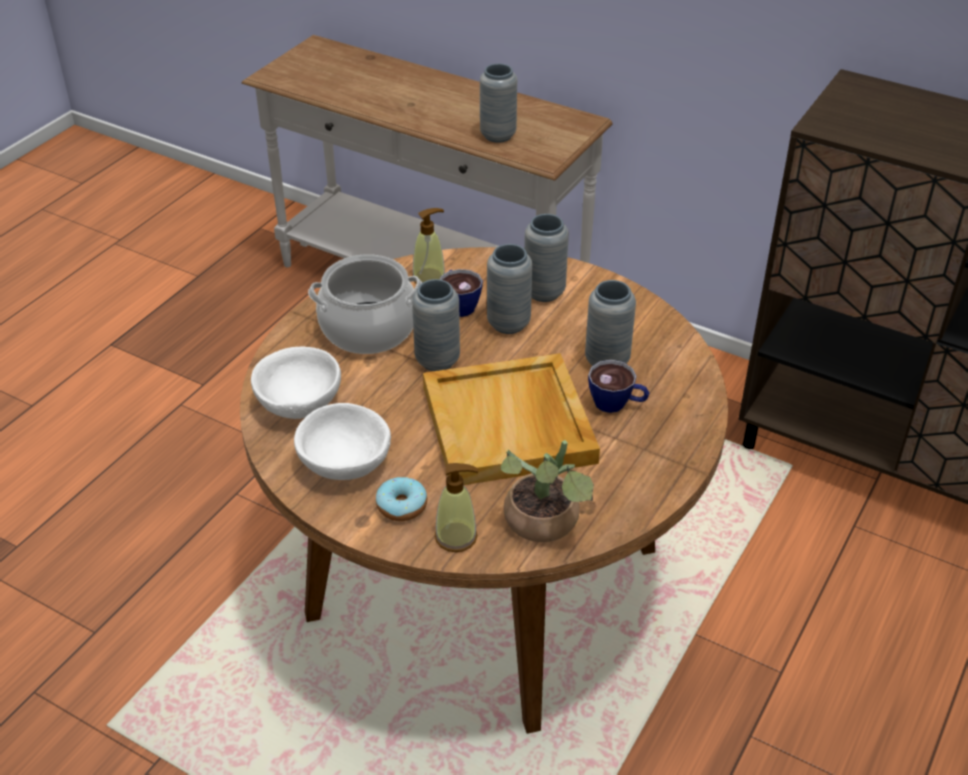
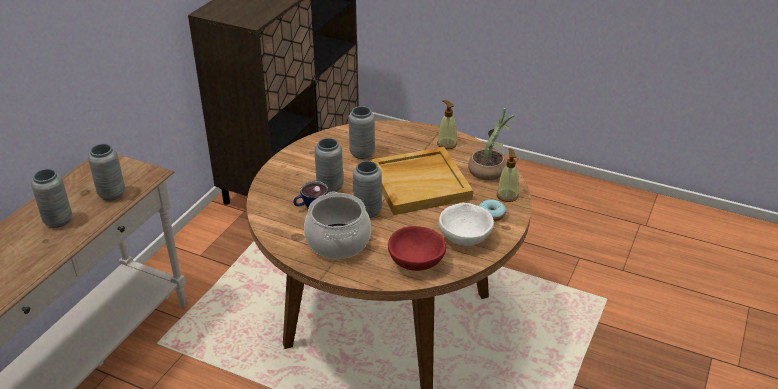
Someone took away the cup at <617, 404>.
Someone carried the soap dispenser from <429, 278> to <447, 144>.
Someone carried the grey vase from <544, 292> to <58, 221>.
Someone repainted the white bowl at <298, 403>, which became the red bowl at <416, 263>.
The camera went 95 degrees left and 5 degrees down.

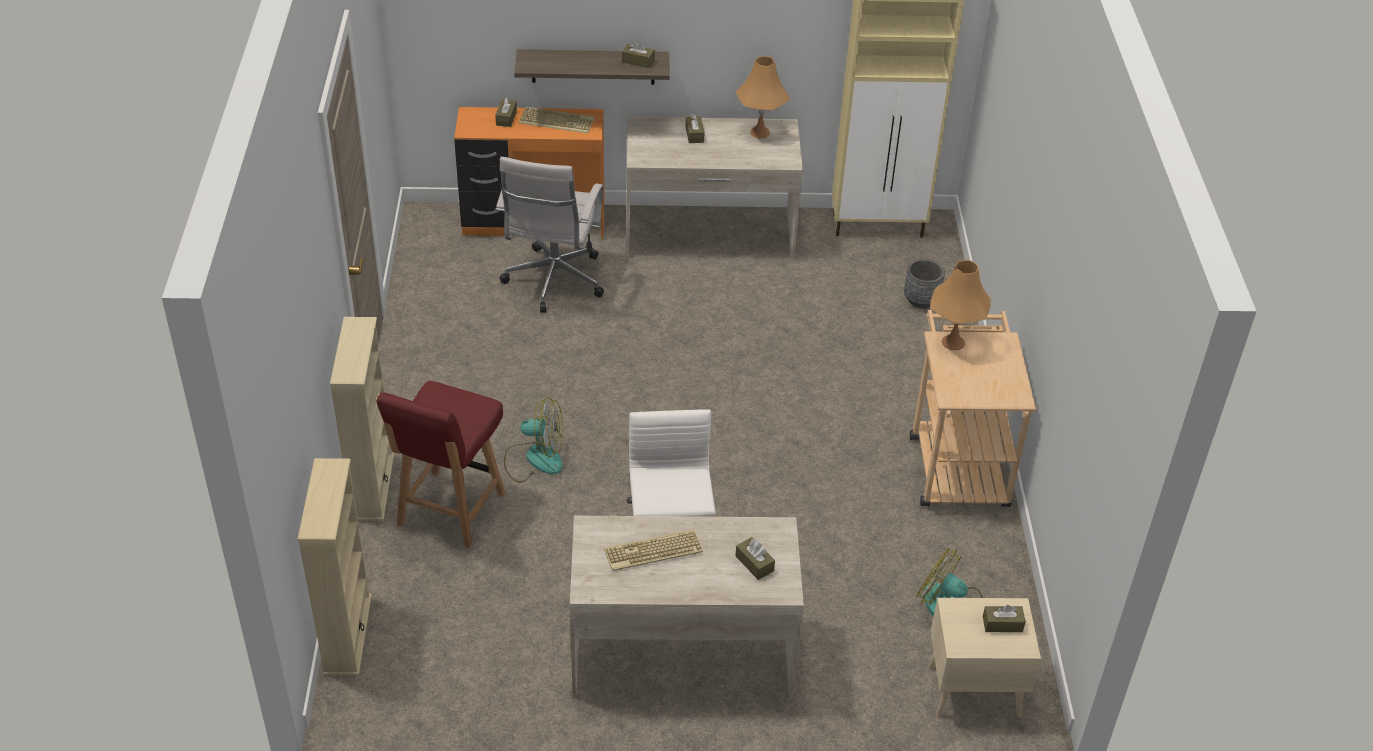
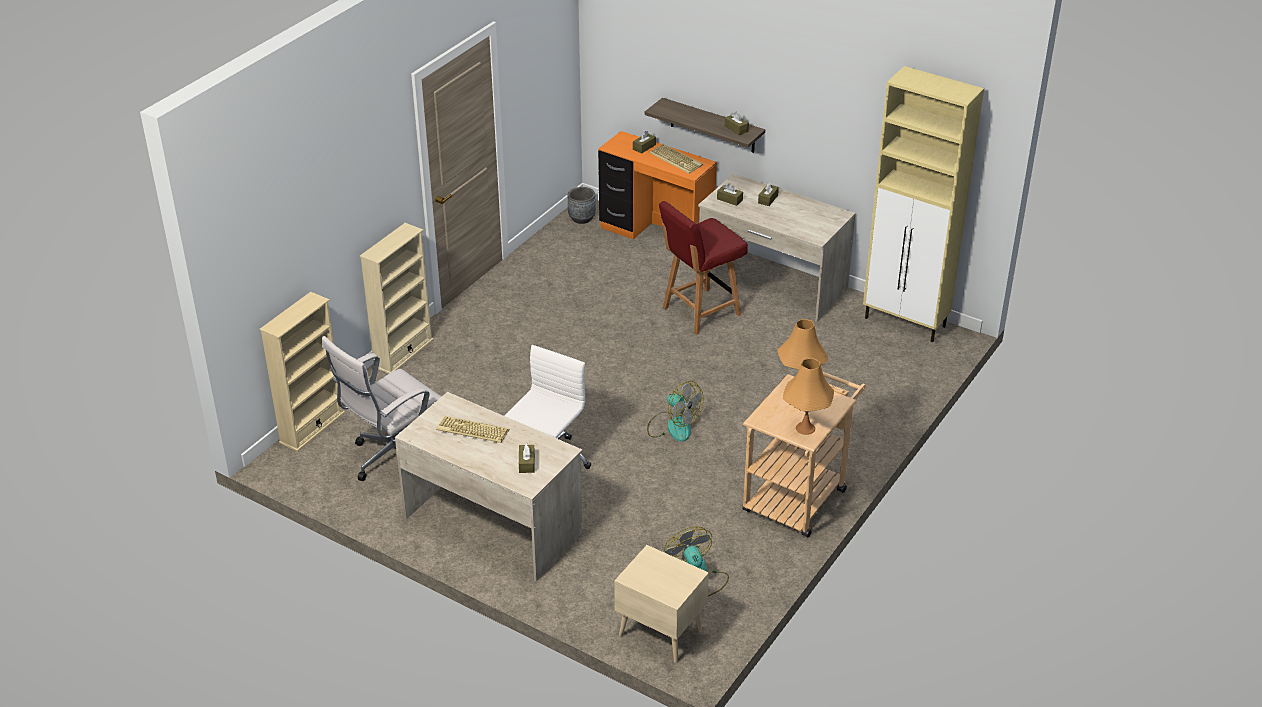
Someone carried the red upright chair from <449, 511> to <700, 312>.
Someone carried the white computer chair from <553, 283> to <393, 460>.
Someone carried the fan from <534, 459> to <673, 426>.
Someone carried the orange lamp for a table from <759, 132> to <805, 428>.
Someone carried the grey planter from <921, 300> to <582, 218>.
Someone carried the brownish tissue box from <1002, 624> to <729, 199>.
The camera went 35 degrees right and 5 degrees down.

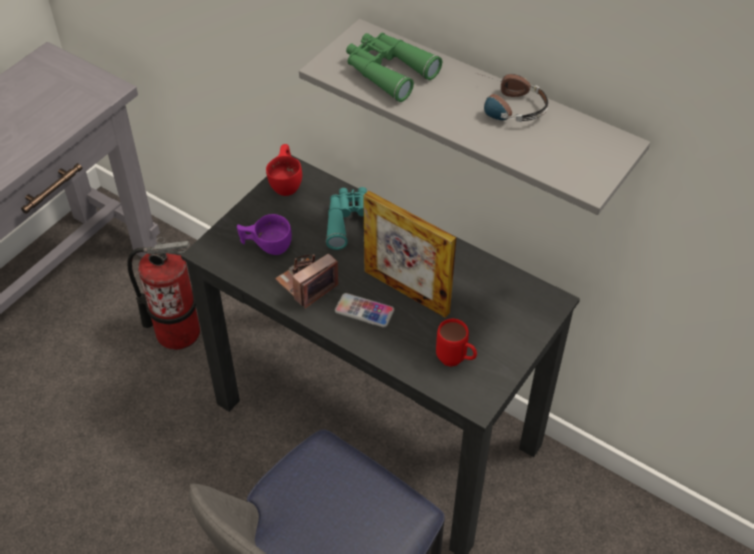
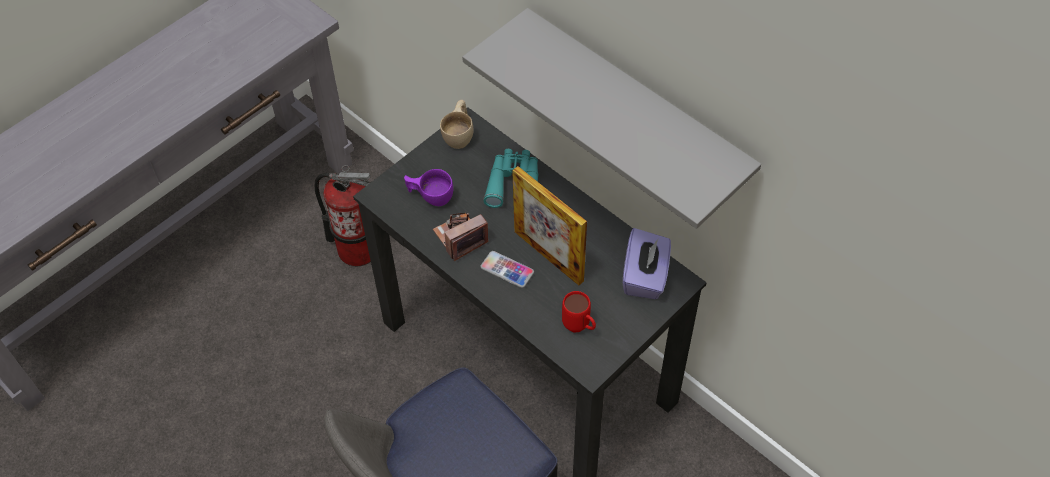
Someone took away the green-coloured pair of binoculars at <388, 71>.
Someone took away the headphones at <505, 106>.
Someone put down the purplish tissue box at <645, 276>.
Someone repainted the red cup at <287, 182>, which became the beige-coloured cup at <460, 134>.
The camera went 10 degrees right and 5 degrees up.

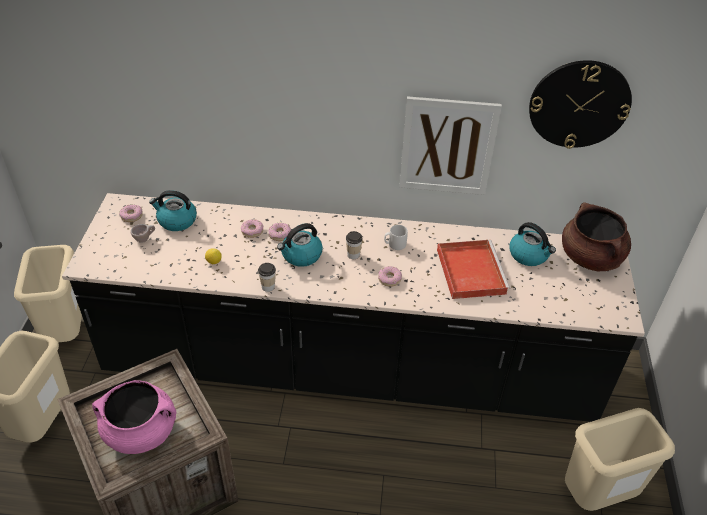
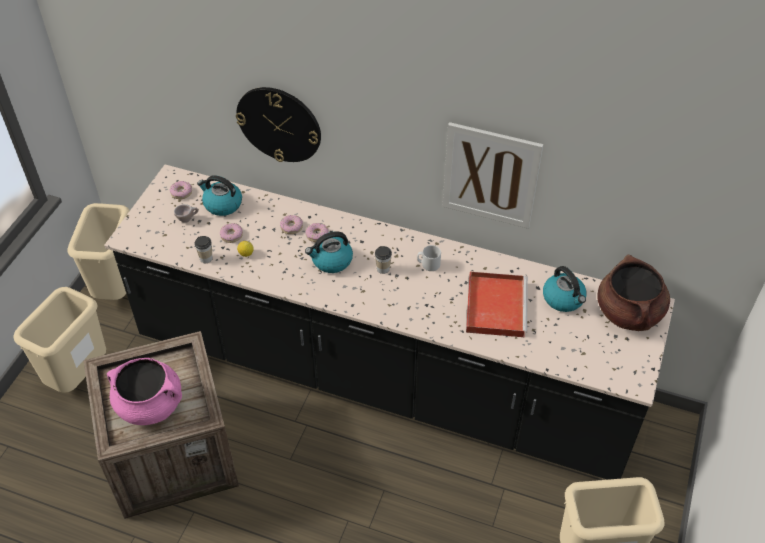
Someone carried the cup from <268, 286> to <206, 258>.
Someone carried the doughnut from <389, 279> to <231, 235>.
Someone carried the wall clock from <579, 104> to <279, 124>.
The camera went 15 degrees right and 5 degrees up.

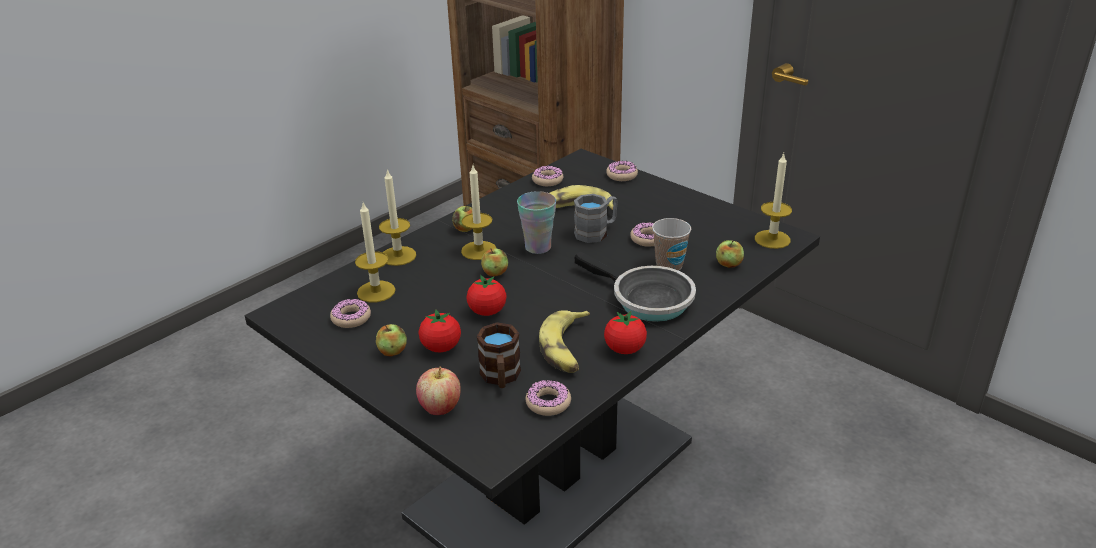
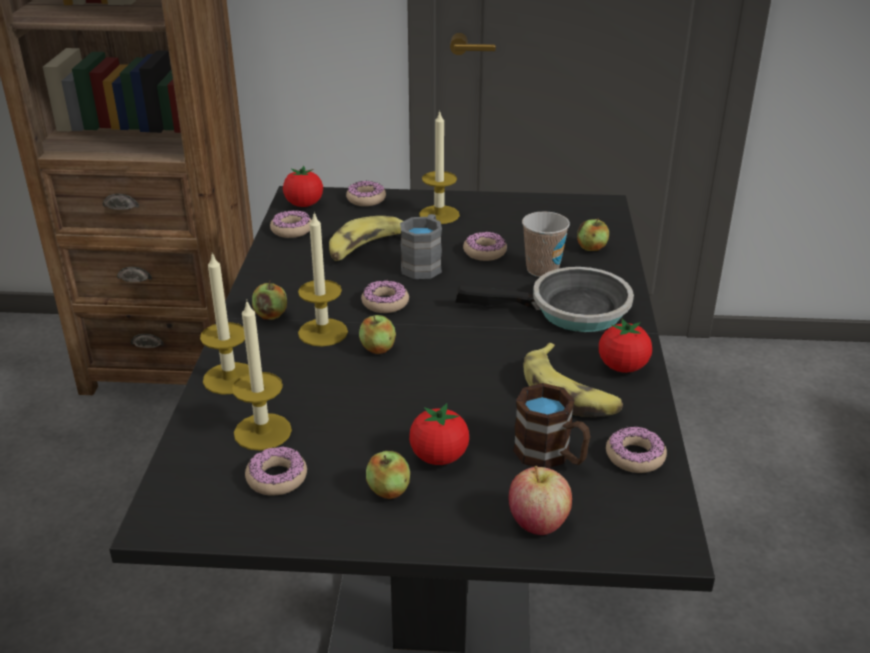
Someone carried the fresh tomato from <487, 311> to <304, 204>.
Someone carried the candle from <772, 239> to <439, 214>.
Someone swapped the cup at <538, 247> for the doughnut at <385, 303>.
The camera went 40 degrees left and 0 degrees up.

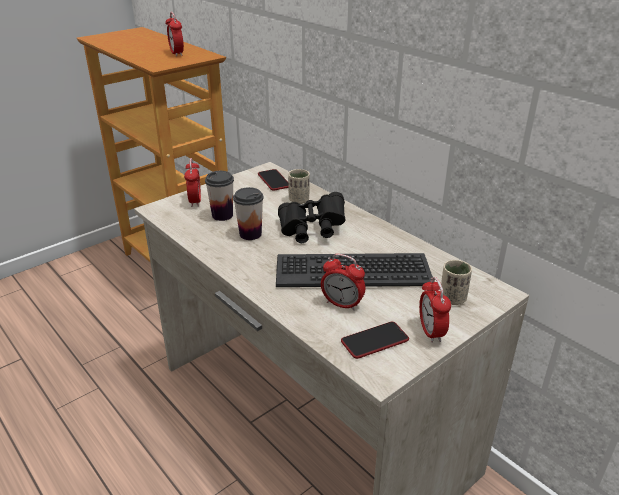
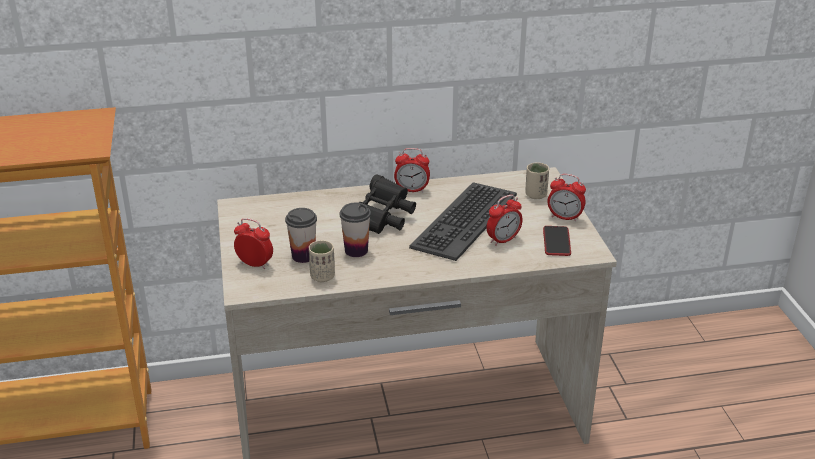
Someone took away the phone at <274, 180>.
Someone carried the table clock from <177, 53> to <412, 190>.
Someone carried the beige-coloured cup from <299, 200> to <322, 276>.
The camera went 60 degrees left and 0 degrees up.

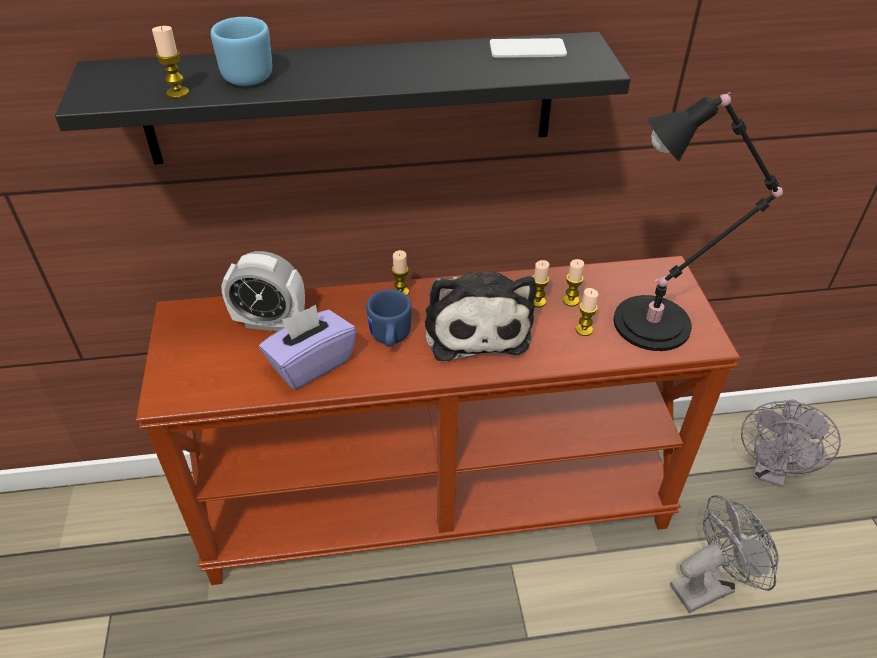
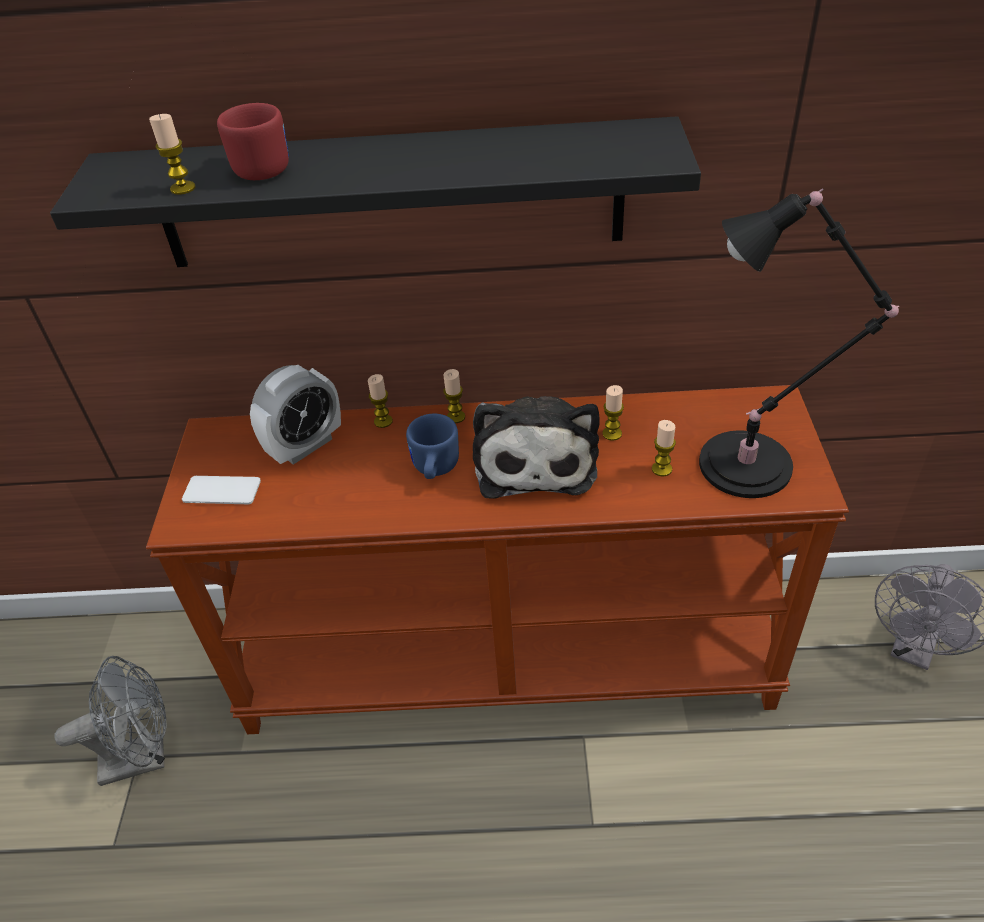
Someone took away the purplish tissue box at <311, 363>.
Someone carried the phone from <527, 50> to <222, 491>.
Someone carried the candle from <570, 300> to <383, 421>.
Someone carried the grey fan from <709, 584> to <144, 756>.
Someone repainted the blue-coloured coffee mug at <243, 74>, which became the red coffee mug at <258, 168>.
Someone rotated the table clock at <270, 322> by 60 degrees counterclockwise.
The camera went 10 degrees right and 0 degrees up.

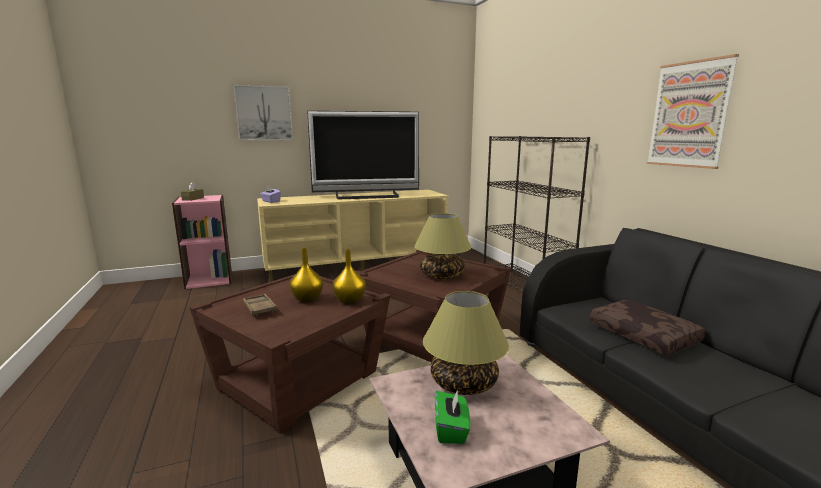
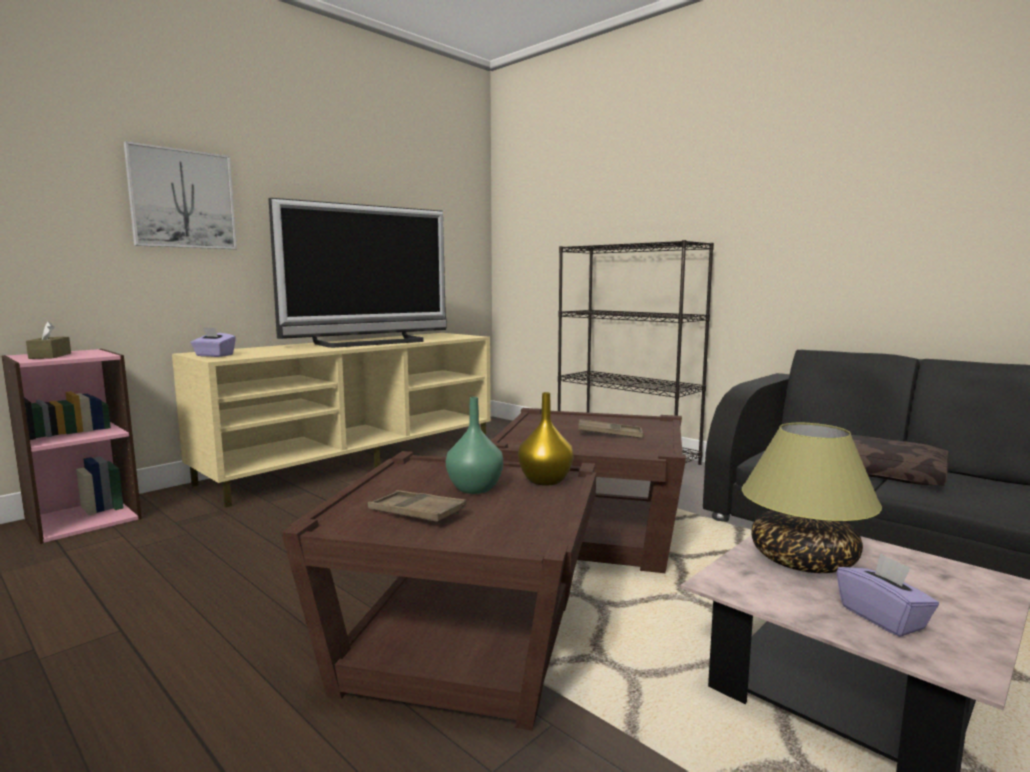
Someone took away the wall picture at <689, 115>.
Someone swapped the lamp for a table at <442, 275> for the brownish carrying tray at <609, 434>.
Someone repainted the yellowish vase at <307, 299>, which became the green-coloured vase at <475, 489>.
Someone repainted the green-coloured tissue box at <451, 430>, which became the purplish tissue box at <883, 618>.
The camera went 25 degrees left and 5 degrees down.

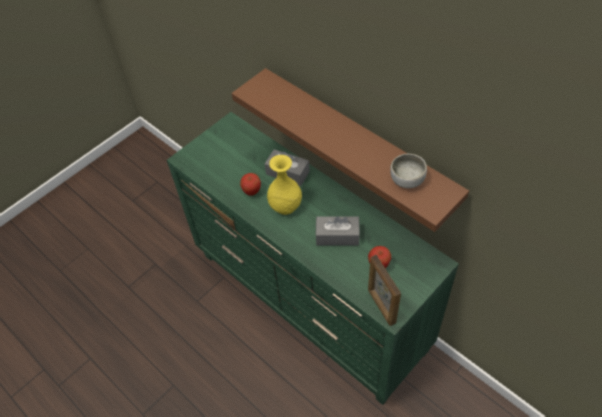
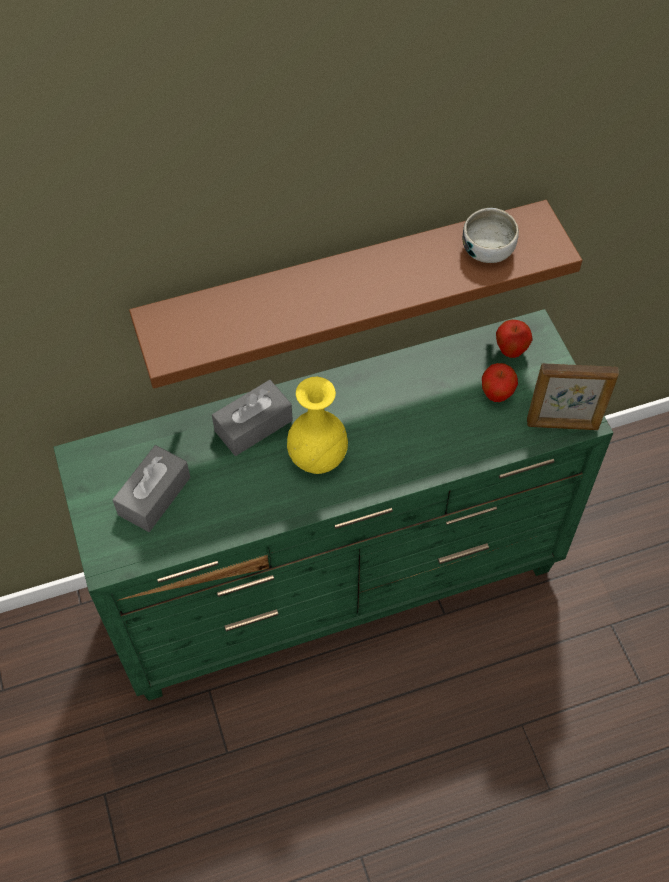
Someone carried the whole apple from <252, 192> to <511, 351>.
Someone carried the grey tissue box from <337, 236> to <154, 496>.
The camera went 65 degrees left and 5 degrees up.

